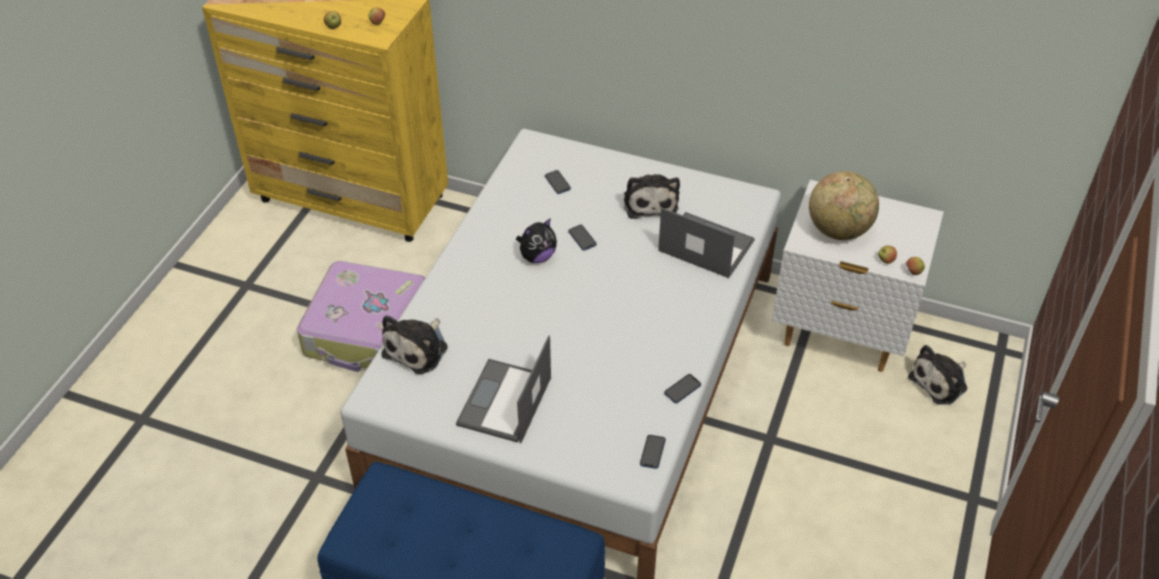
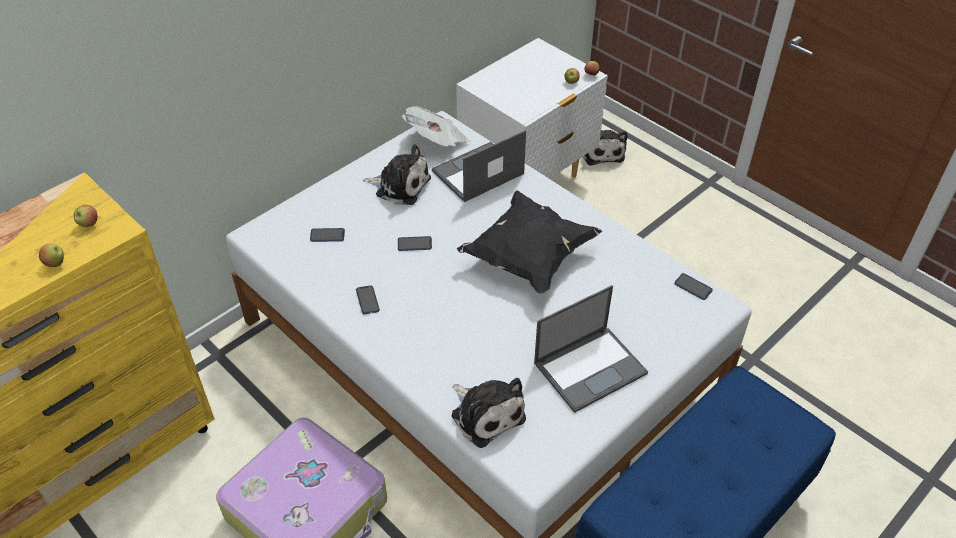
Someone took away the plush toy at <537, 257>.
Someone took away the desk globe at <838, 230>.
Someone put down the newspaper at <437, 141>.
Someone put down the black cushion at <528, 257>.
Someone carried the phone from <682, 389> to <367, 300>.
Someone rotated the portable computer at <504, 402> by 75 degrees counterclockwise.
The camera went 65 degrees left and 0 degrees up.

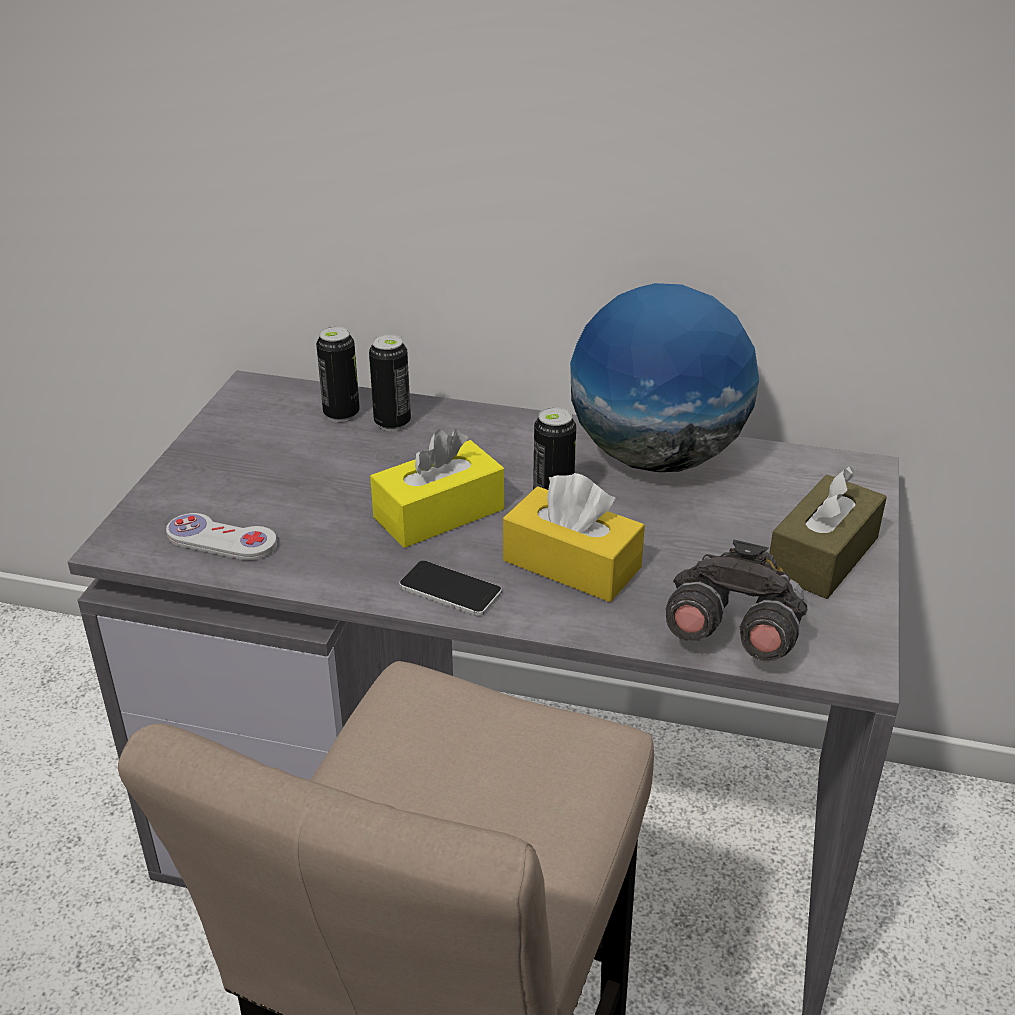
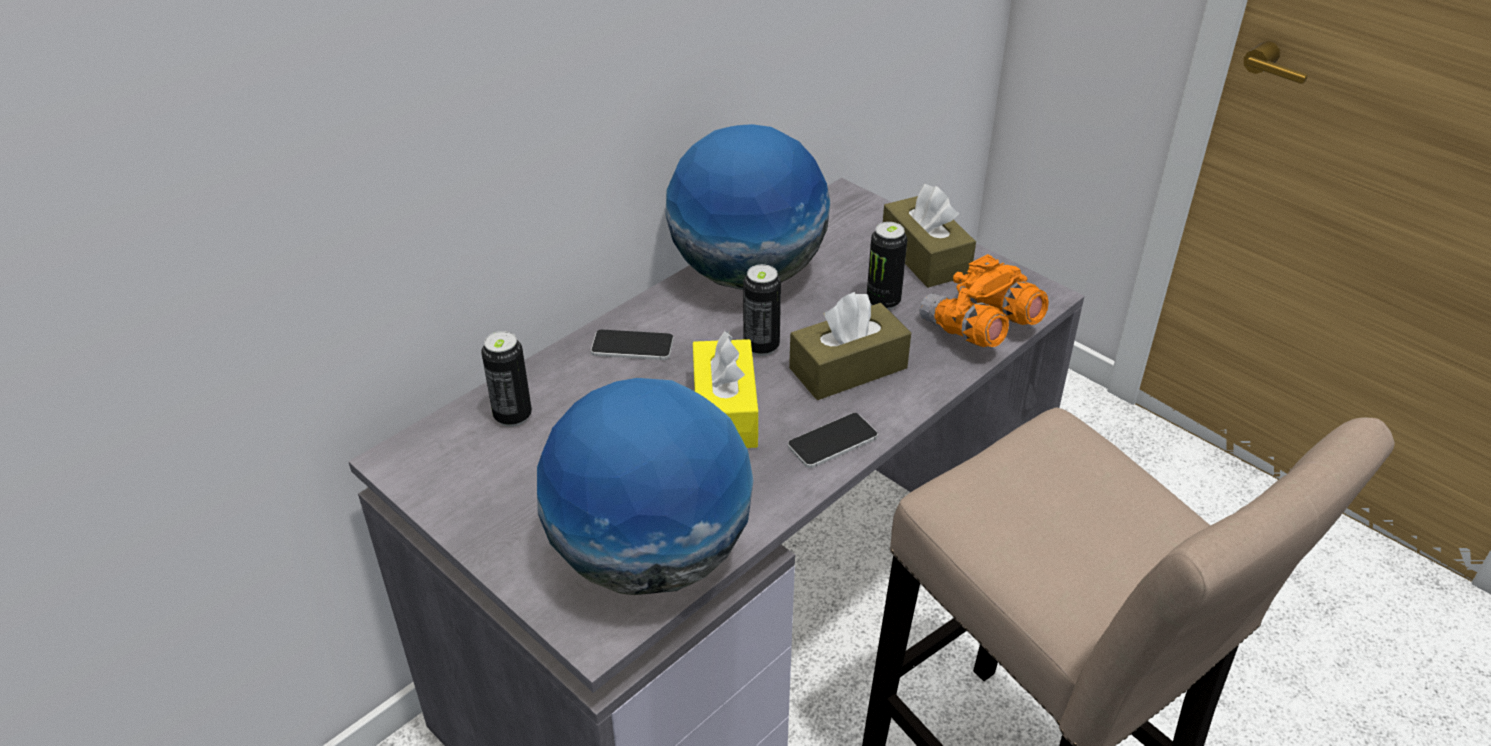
Someone put down the phone at <632, 346>.
Someone carried the can from <392, 423> to <883, 301>.
Someone swapped the white joypad at <221, 540> for the desk globe at <651, 557>.
Someone repainted the yellowish tissue box at <571, 564>, which became the brownish tissue box at <848, 368>.
Someone repainted the grey pair of binoculars at <733, 634>, which became the orange pair of binoculars at <979, 329>.
The camera went 60 degrees left and 5 degrees up.

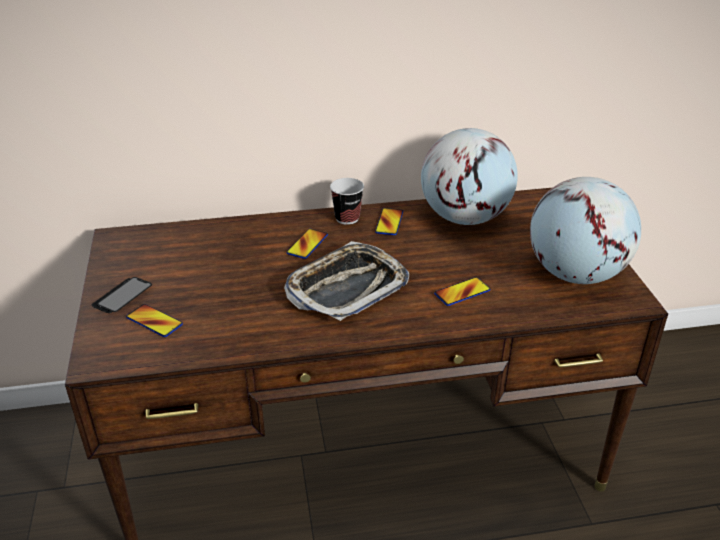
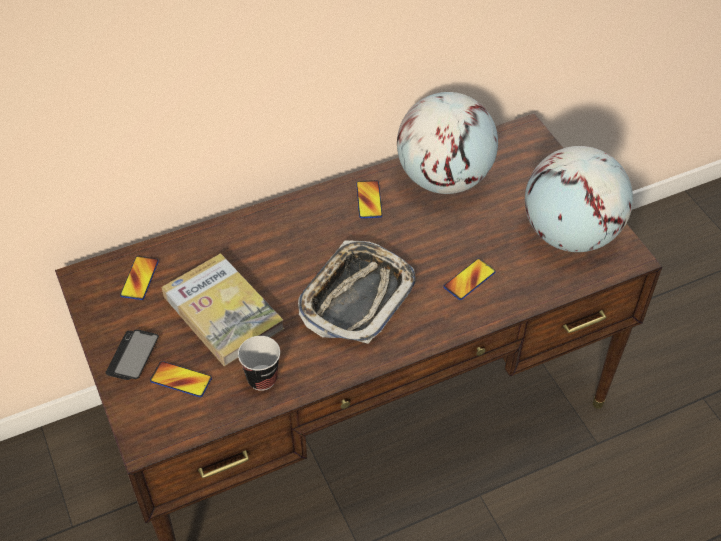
Someone put down the volume at <223, 312>.
Someone carried the phone from <307, 244> to <140, 278>.
Someone carried the cup from <347, 218> to <262, 378>.
The camera went 15 degrees left and 15 degrees up.

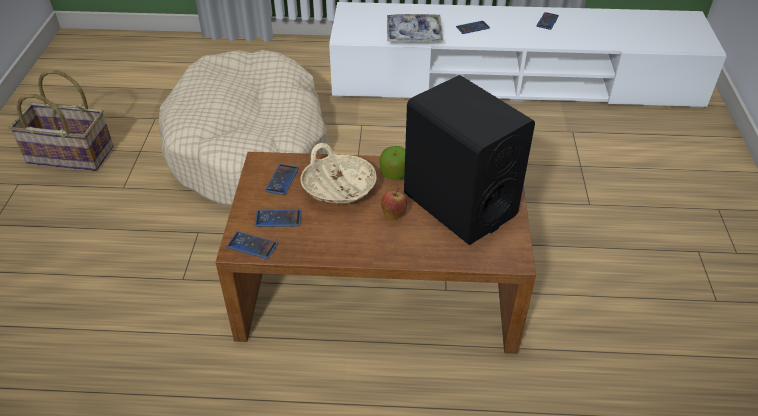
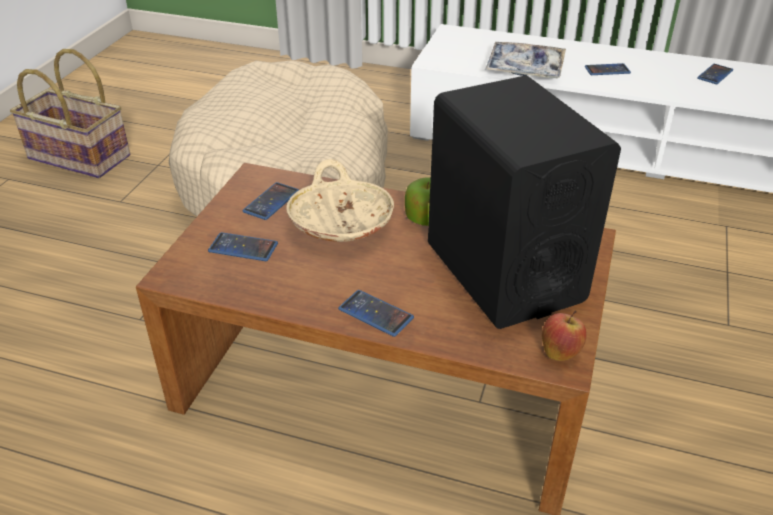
Someone carried the phone from <252, 245> to <375, 313>.
Someone carried the whole apple from <393, 214> to <560, 352>.
The camera went 15 degrees right and 5 degrees down.

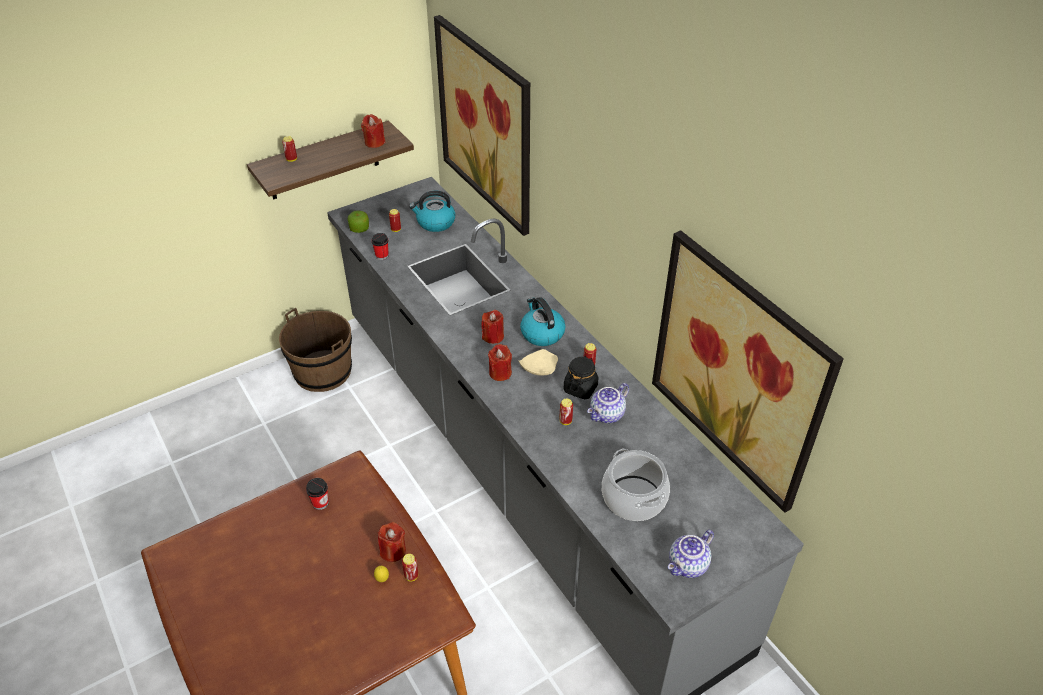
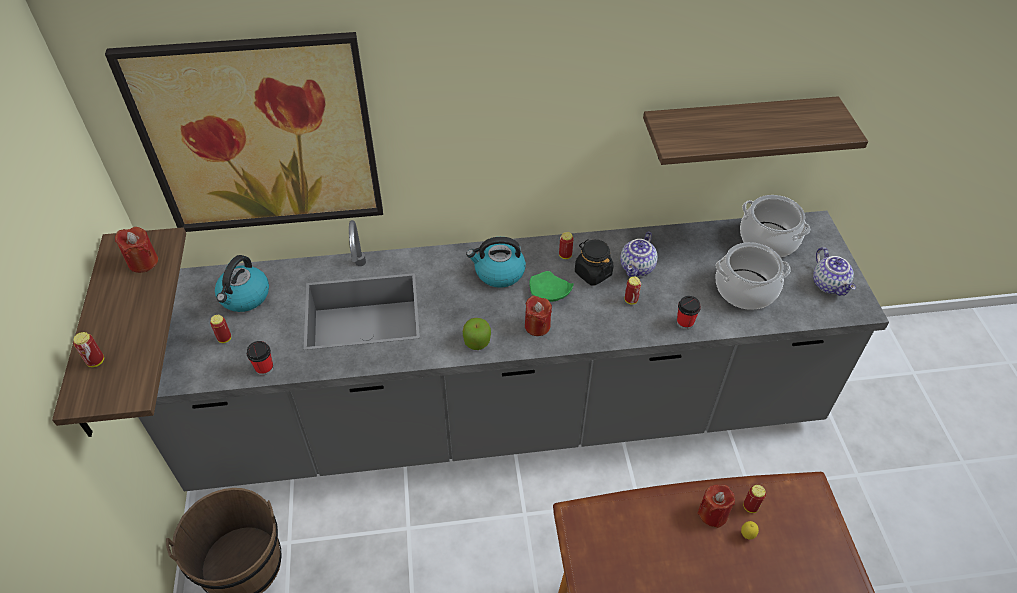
Someone took away the red candle at <493, 336>.
Someone put down the stockpot at <768, 240>.
Someone carried the cup from <320, 503> to <685, 322>.
Someone carried the whole apple from <359, 229> to <477, 341>.
Someone swapped the wall picture at <738, 370> for the shelf at <735, 128>.
Someone repainted the beige-coloured flat dish at <538, 369>, which became the green-coloured flat dish at <549, 294>.
Someone rotated the teapot at <607, 415> by 45 degrees clockwise.
The camera went 65 degrees left and 5 degrees up.

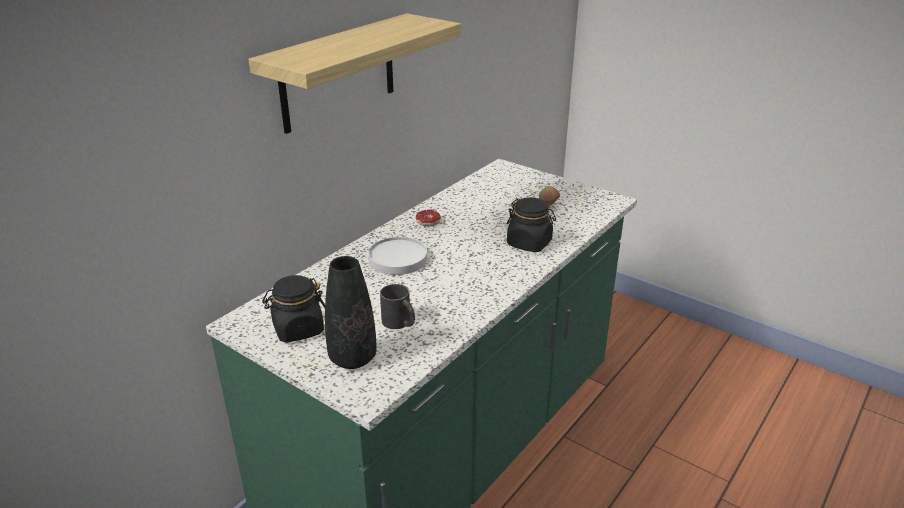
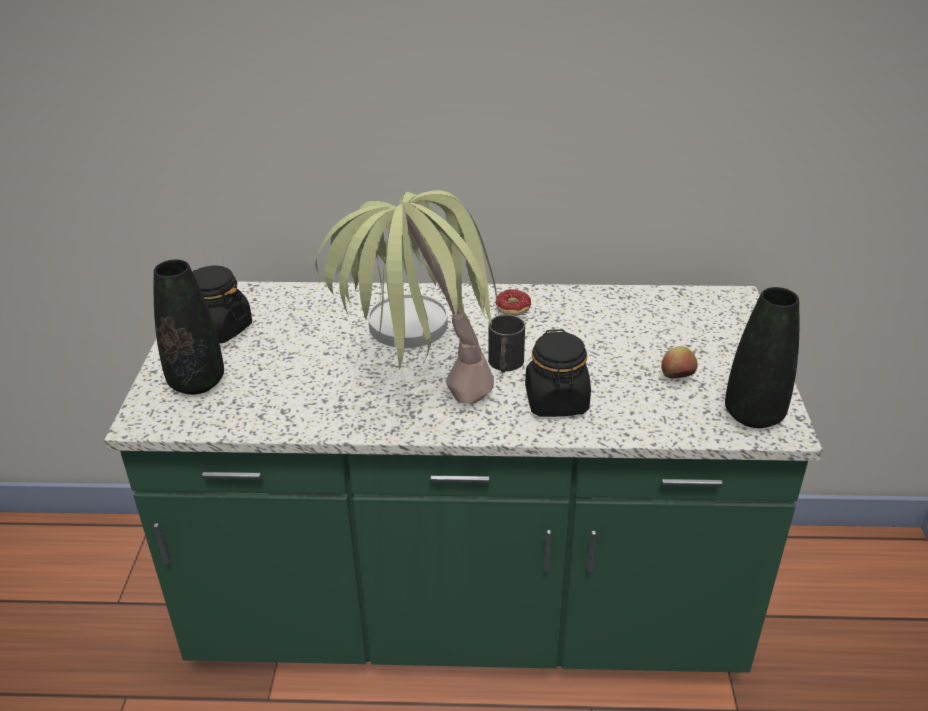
Someone took away the shelf at <338, 73>.
Someone put down the plant in a pot at <419, 408>.
Someone put down the black vase at <753, 415>.
Someone carried the black coffee mug from <400, 323> to <505, 365>.
The camera went 55 degrees right and 5 degrees up.

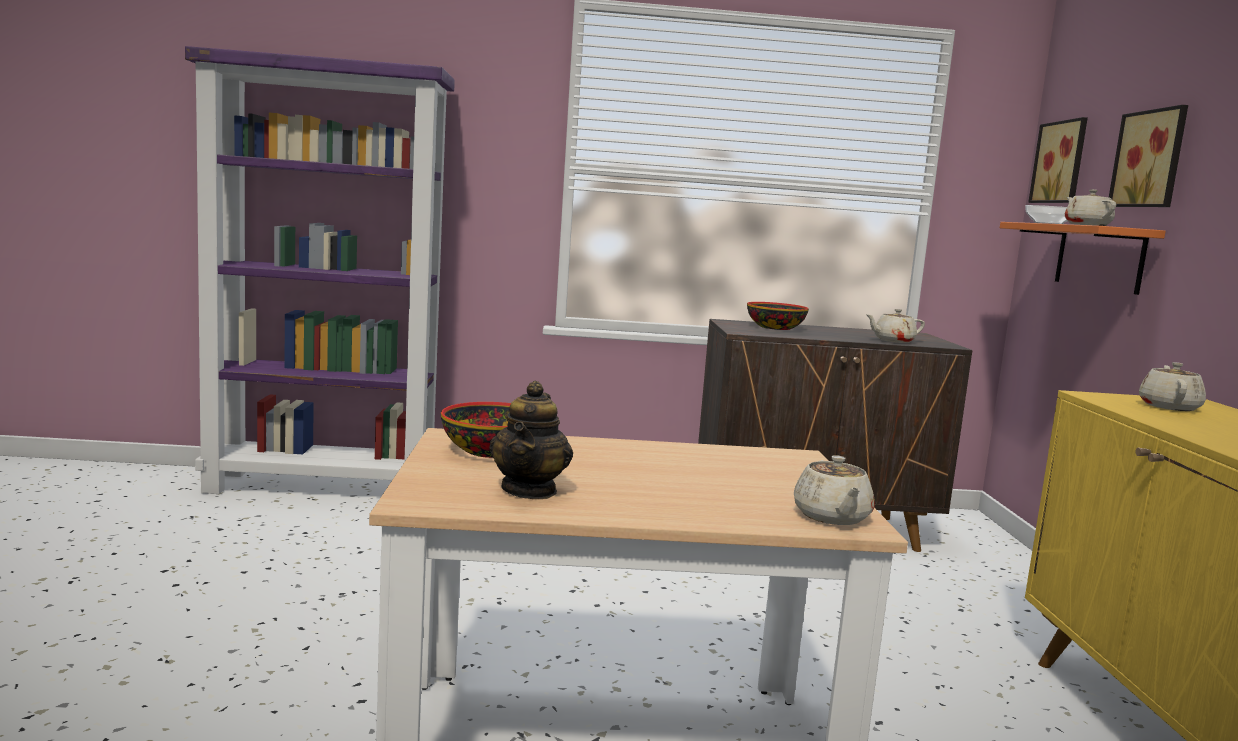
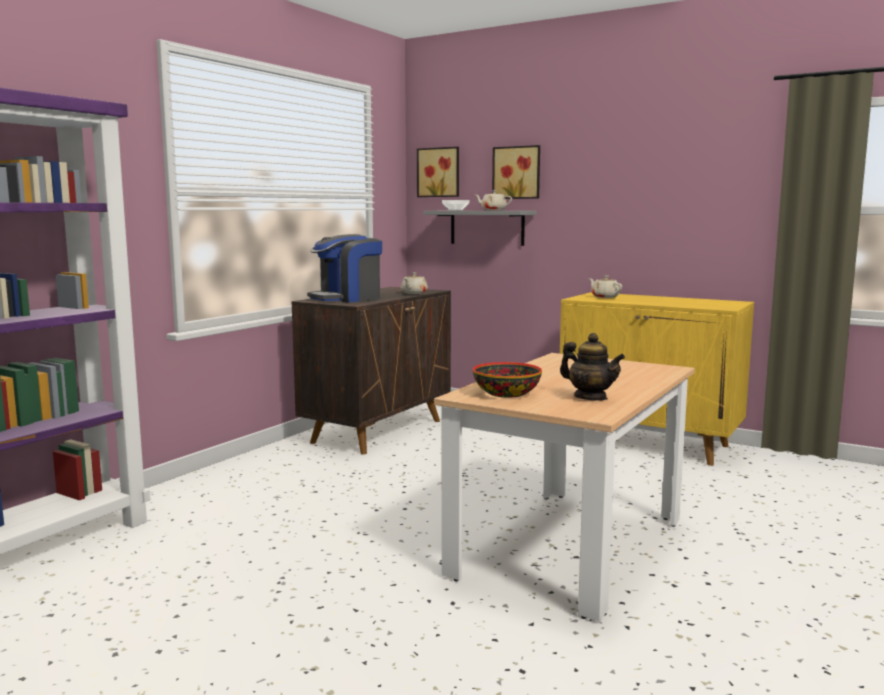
Someone took away the beige-coloured teapot at <831, 517>.
Someone swapped the bowl at <776, 328> for the coffee brewer at <347, 298>.
Someone repainted the orange shelf at <1099, 257>, which became the grey shelf at <487, 227>.
The camera went 55 degrees left and 0 degrees up.

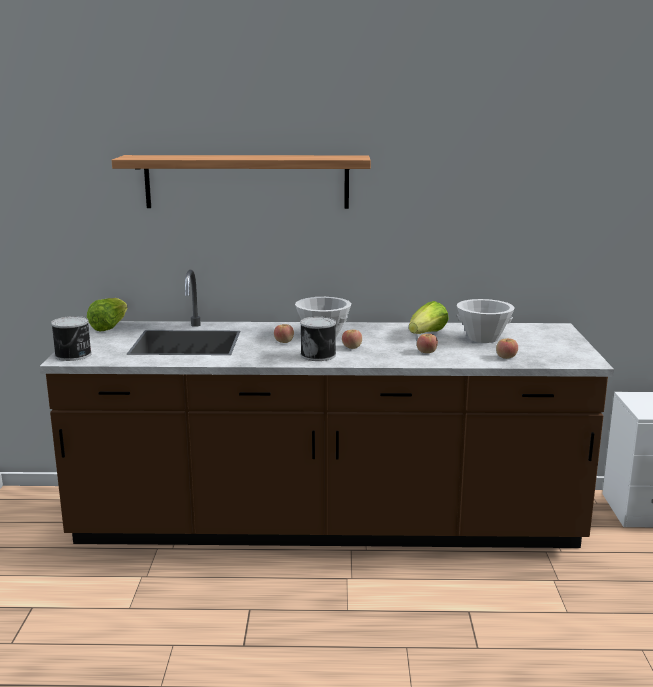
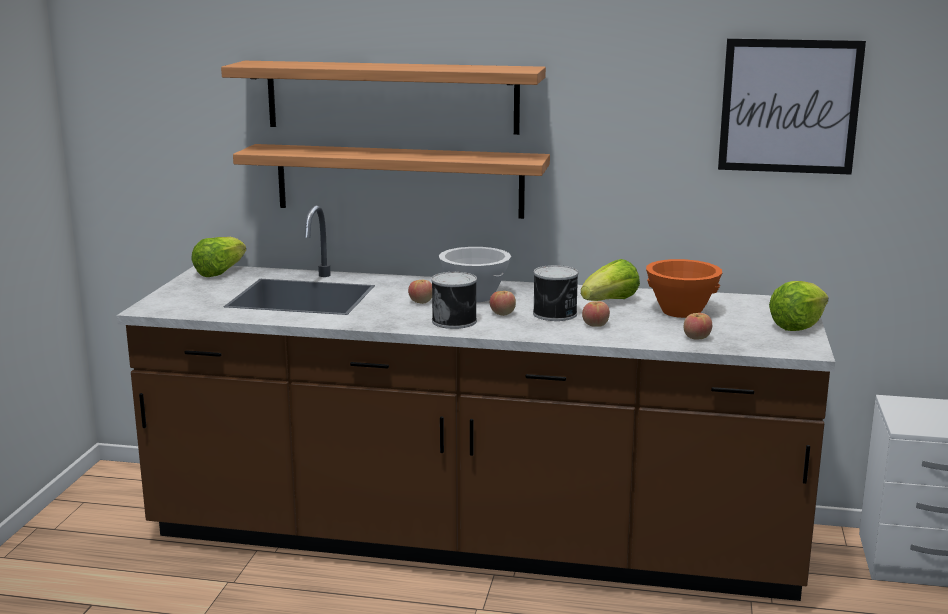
Someone put up the shelf at <399, 180>.
Someone put up the wall picture at <789, 106>.
Someone put down the head of lettuce at <797, 326>.
Someone carried the can from <74, 355> to <556, 314>.
Someone repainted the white bowl at <483, 338>, which became the orange bowl at <681, 311>.
The camera went 10 degrees right and 0 degrees up.

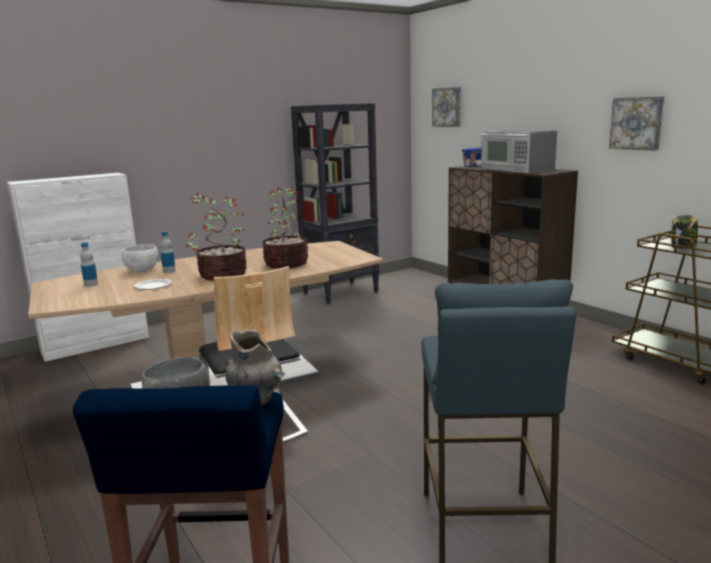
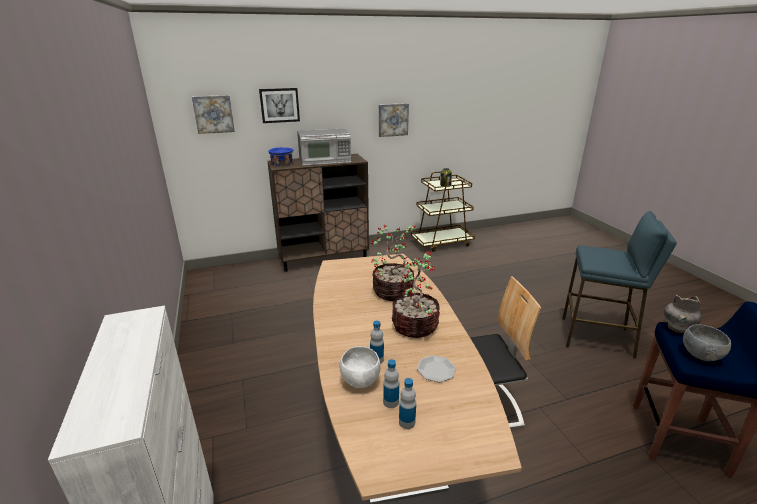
Someone took away the black bookcase at <341, 292>.
Someone put up the wall picture at <279, 105>.
Someone put down the bottle at <391, 402>.
The camera went 75 degrees left and 10 degrees up.

